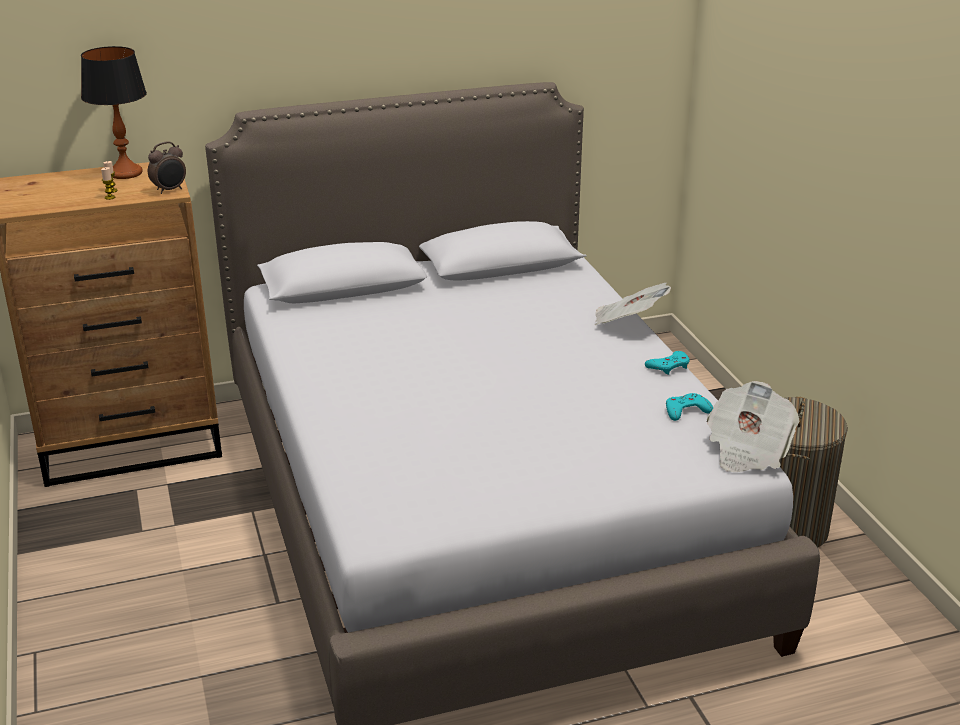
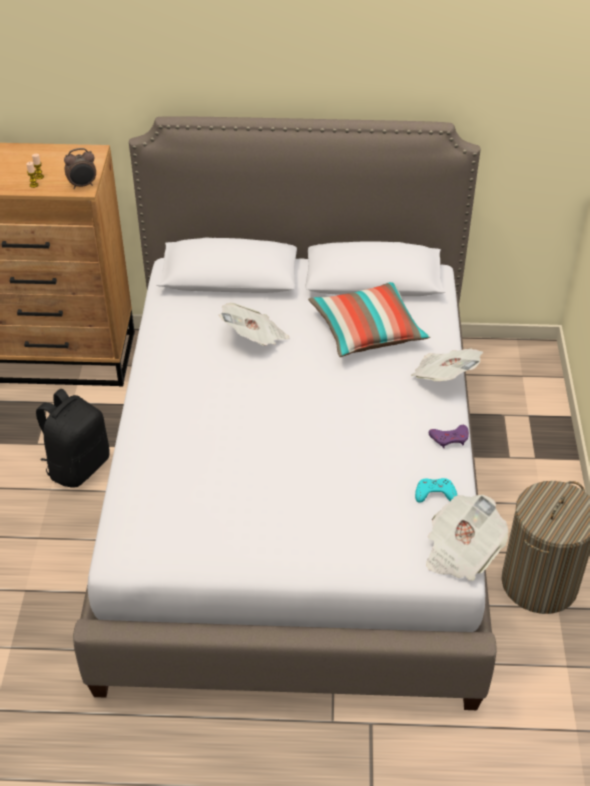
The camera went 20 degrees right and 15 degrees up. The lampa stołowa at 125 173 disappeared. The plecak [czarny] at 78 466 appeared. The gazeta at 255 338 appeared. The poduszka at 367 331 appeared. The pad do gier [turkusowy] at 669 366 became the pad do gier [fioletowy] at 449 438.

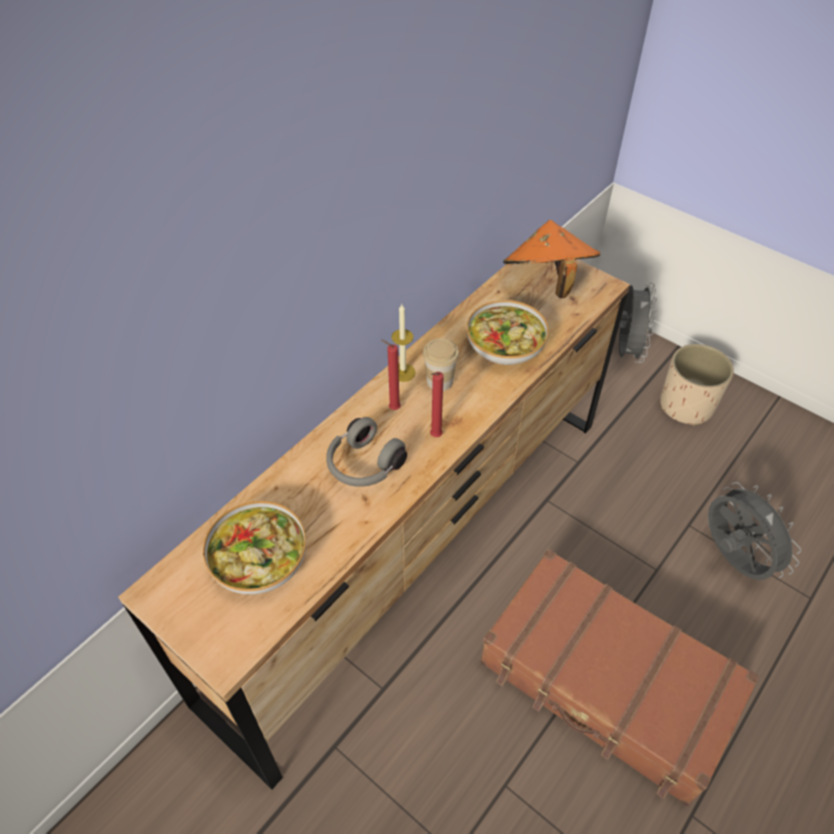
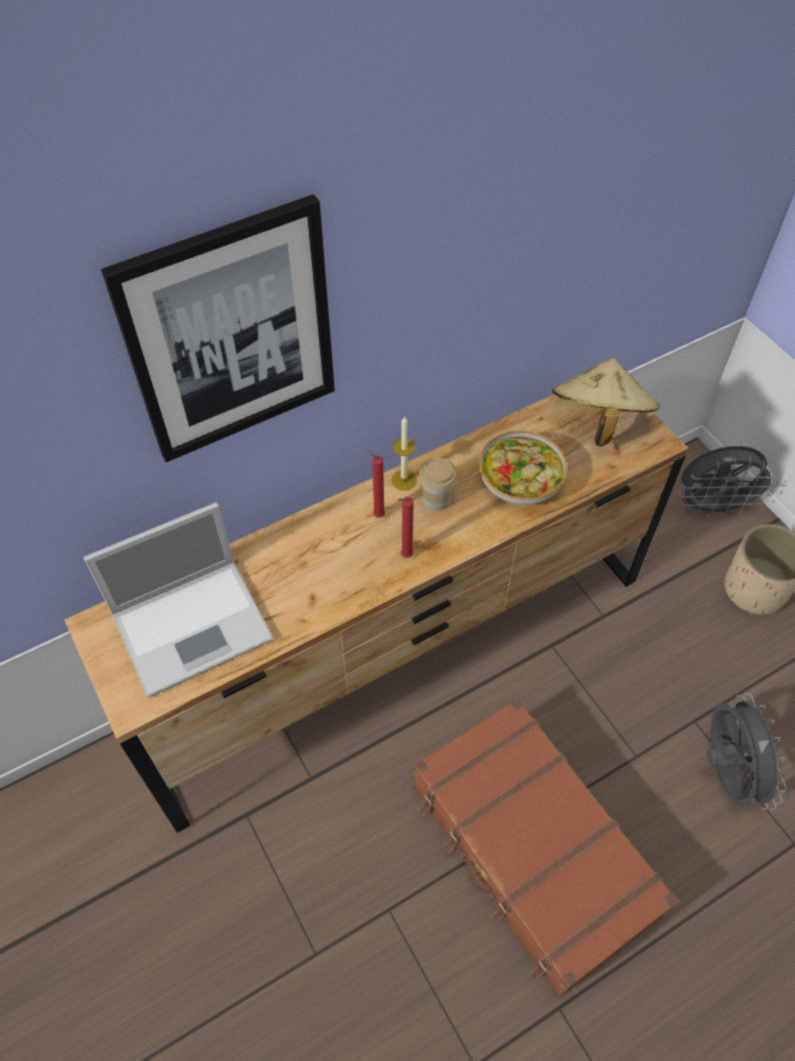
The camera went 20 degrees right and 5 degrees up. The słuchawki [szary] at 363 465 disappeared. The obraz at 231 334 appeared. The miska at 259 559 was replaced by the laptop at 194 624. The kapelusz [pomarańczowy] at 547 281 became the kapelusz [beżowy] at 598 421. The wentylator [szary] at 625 350 turned 60 degrees clockwise.

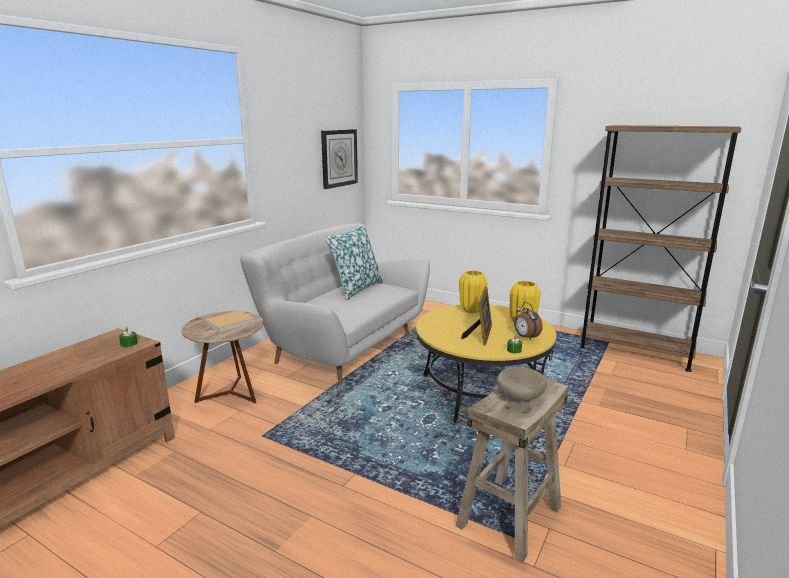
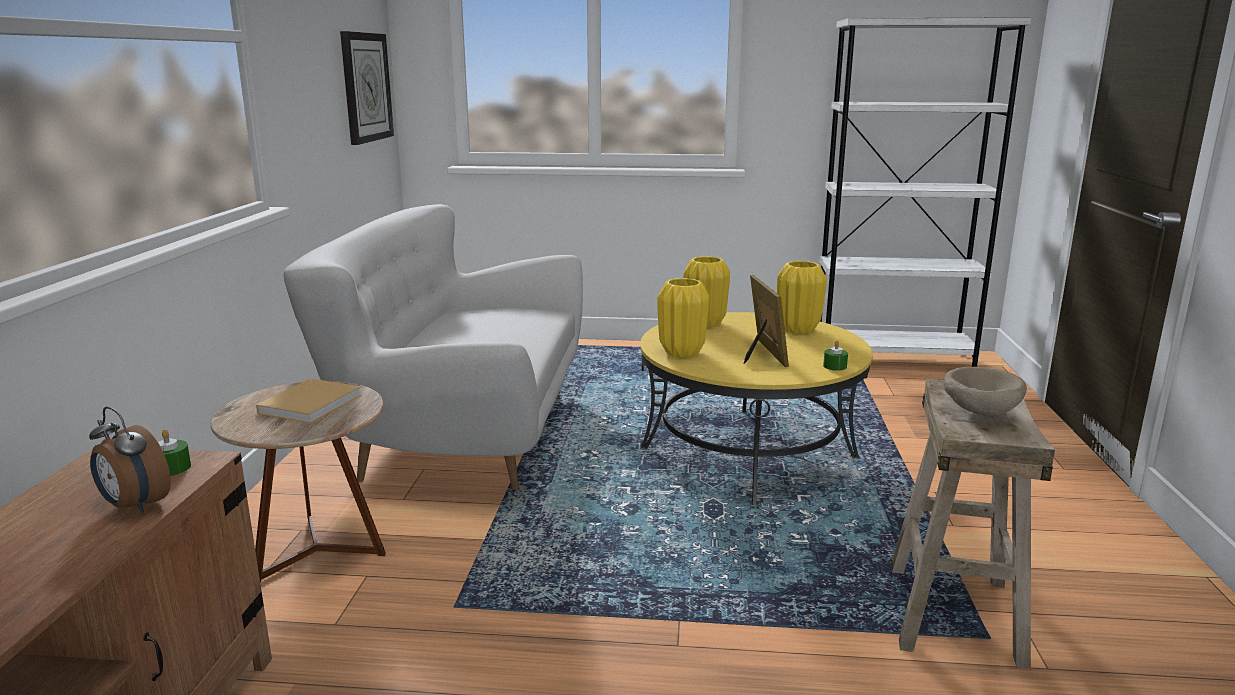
The camera went 25 degrees left and 0 degrees up. The poduszka at 356 289 disappeared. The wazon [żółty] at 682 353 appeared. The budzik moved from 525 337 to 134 506. The regał [brązowy] at 635 351 became the regał [biały] at 892 360.

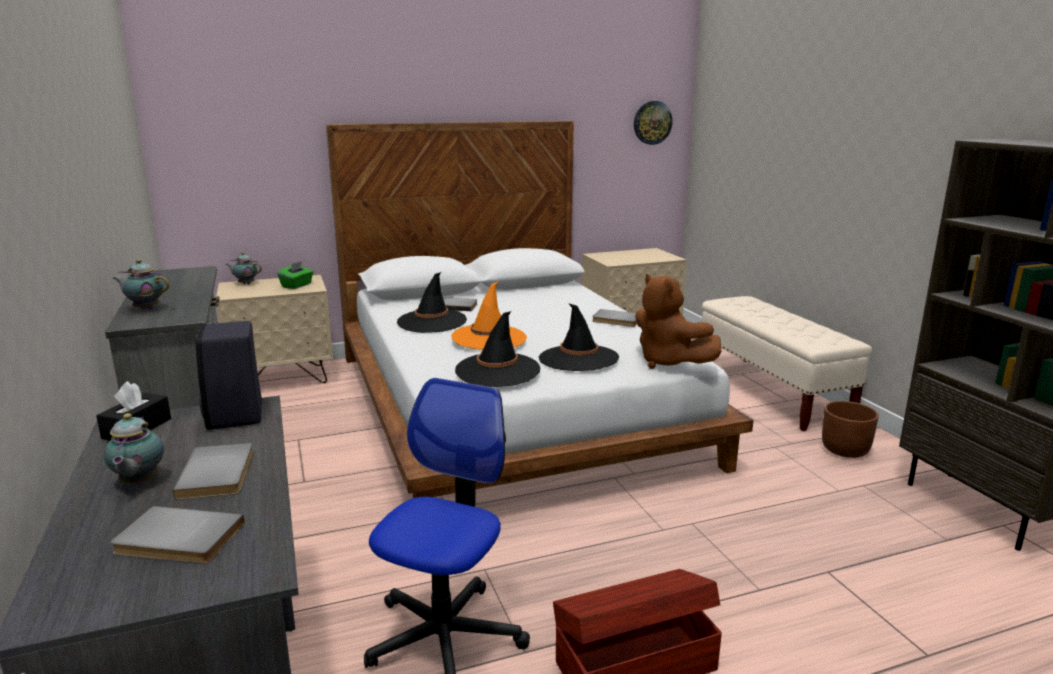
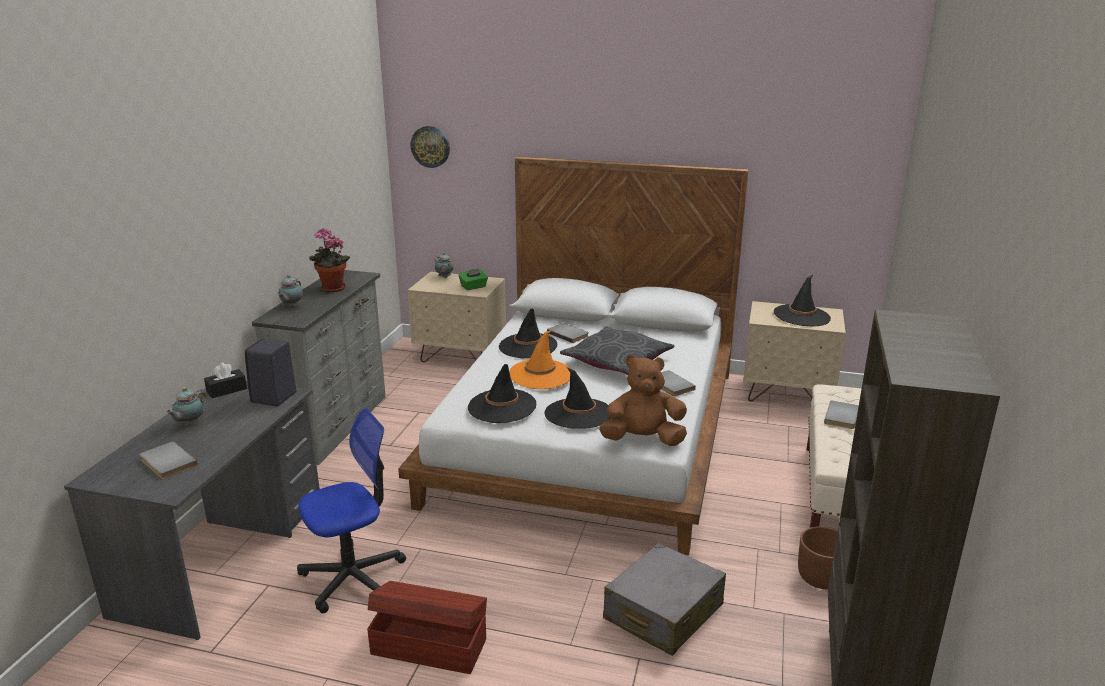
The camera went 35 degrees right and 5 degrees up. The roślina doniczkowa at 331 289 appeared. The poduszka [szary] at 617 361 appeared. The walizka [szary] at 663 613 appeared. The kapelusz [czarny] at 801 316 appeared. The książka [szary] moved from 220 474 to 843 417. The zegar ścienny moved from 652 122 to 430 146. The imbryk at 145 308 turned 120 degrees counterclockwise. The pluszak [brązowy] at 668 362 turned 90 degrees clockwise.

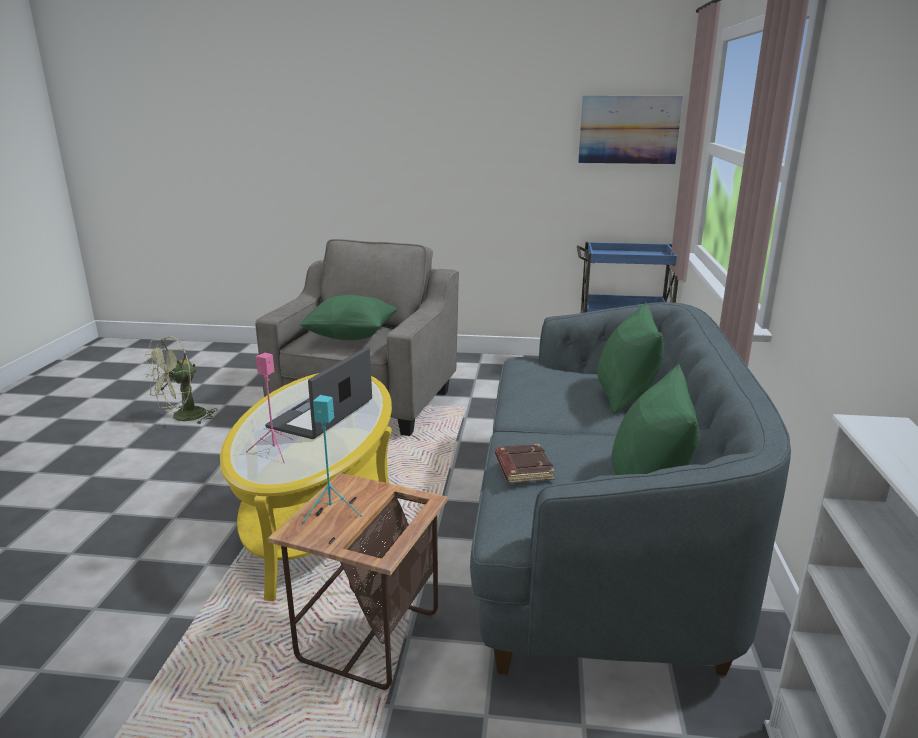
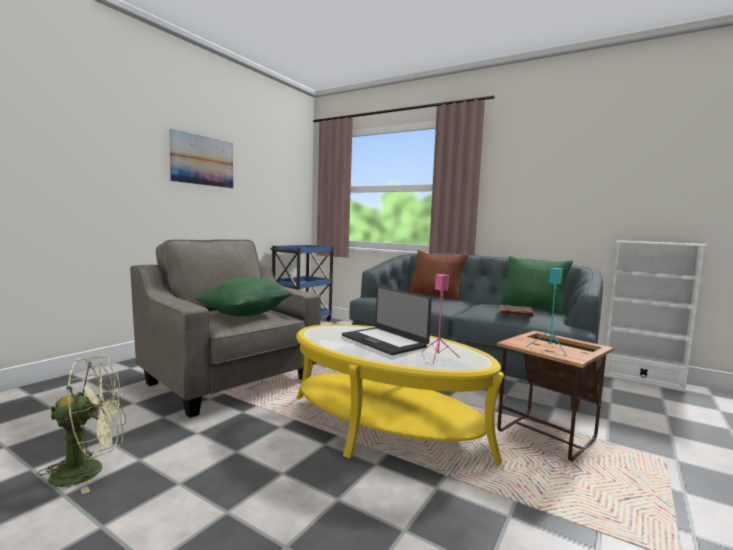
The camera went 65 degrees left and 15 degrees down. The obraz moved from 629 130 to 203 160. The poduszka [zielony] at 625 395 became the poduszka [brązowy] at 436 295. The wentylator [zielony] at 183 418 turned 90 degrees counterclockwise.

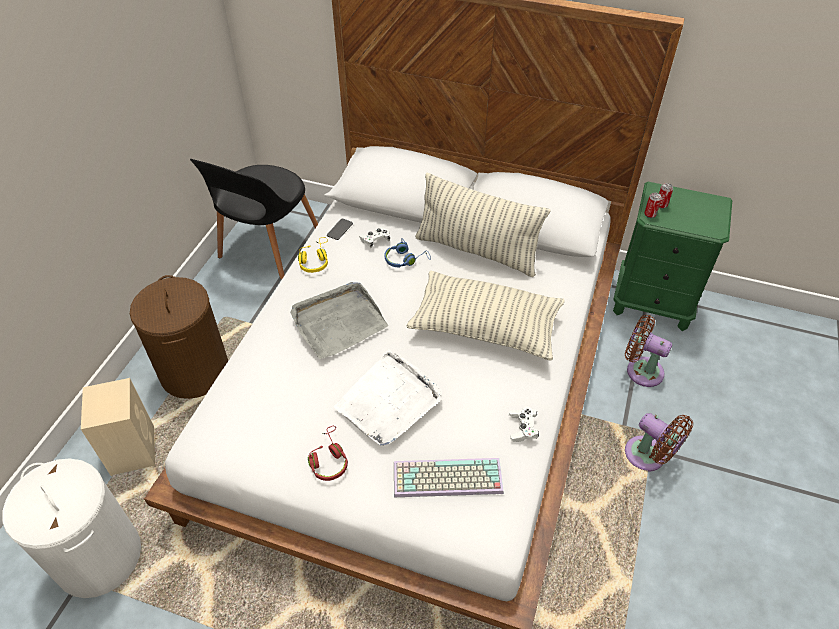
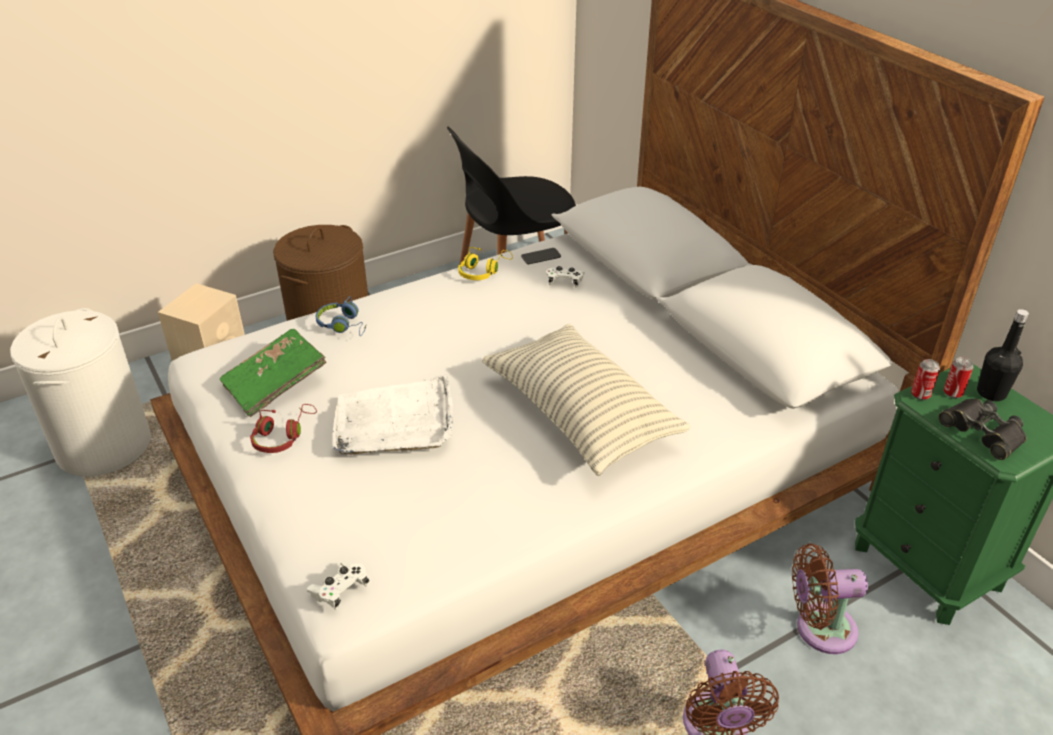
The camera went 40 degrees right and 10 degrees down. The taca [szary] at 338 322 disappeared. The klawiatura at 446 480 disappeared. The poduszka at 477 251 disappeared. The książka [zielony] at 275 384 appeared. The lornetka [czarny] at 983 432 appeared. The butelka [czarny] at 991 393 appeared. The słuchawki [niebieski] moved from 405 259 to 343 325. The pad do gier [biały] moved from 522 428 to 340 590. The wentylator [brązowy] at 641 370 turned 75 degrees counterclockwise.

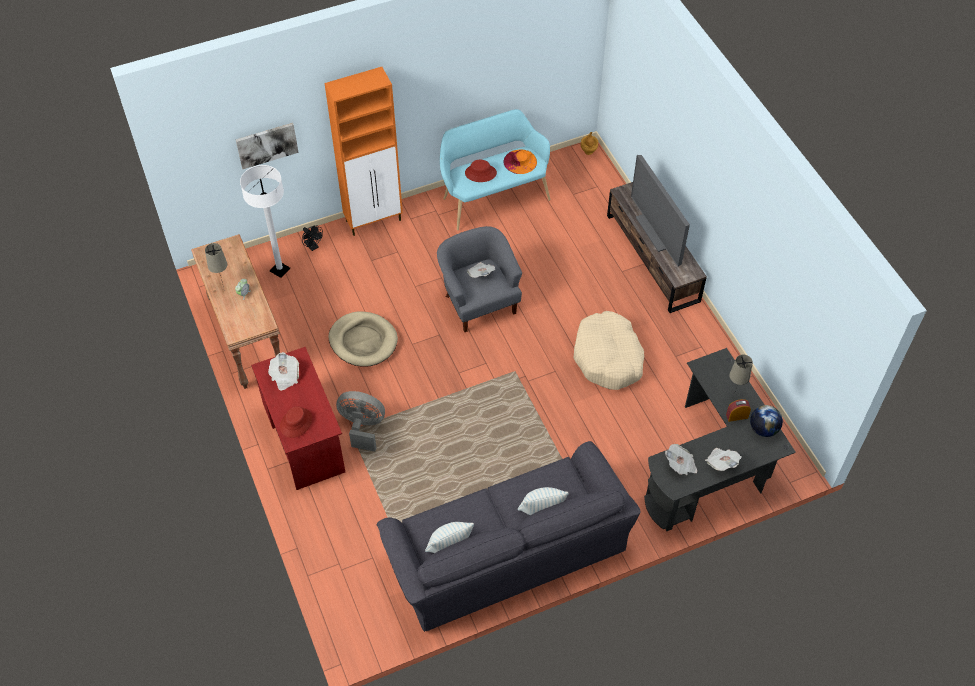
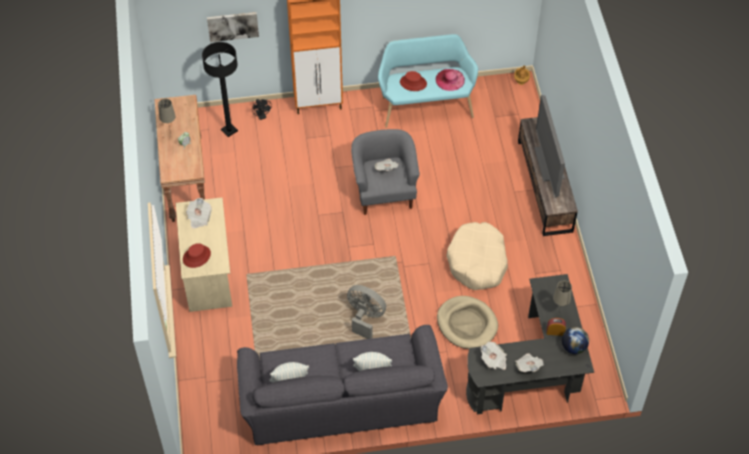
The camera went 15 degrees right and 0 degrees up. The legowisko [beżowy] moved from 363 341 to 467 324. The wentylator [szary] moved from 362 427 to 365 317. The lampa stojąca [biały] at 280 270 became the lampa stojąca [czarny] at 229 130. The biurko [czerwony] at 303 437 became the biurko [beżowy] at 207 271. The kapelusz [pomarańczowy] at 520 161 became the kapelusz [różowy] at 450 79.

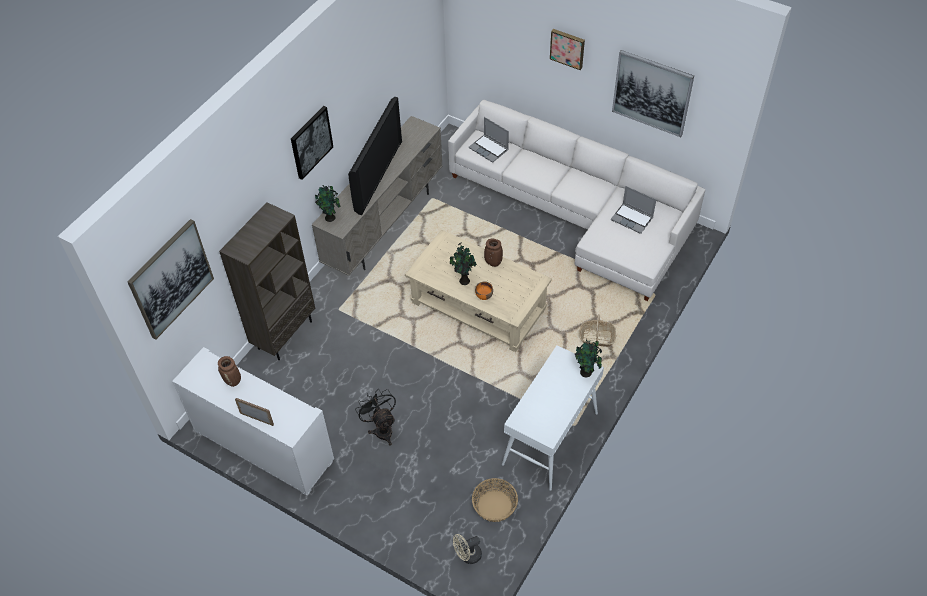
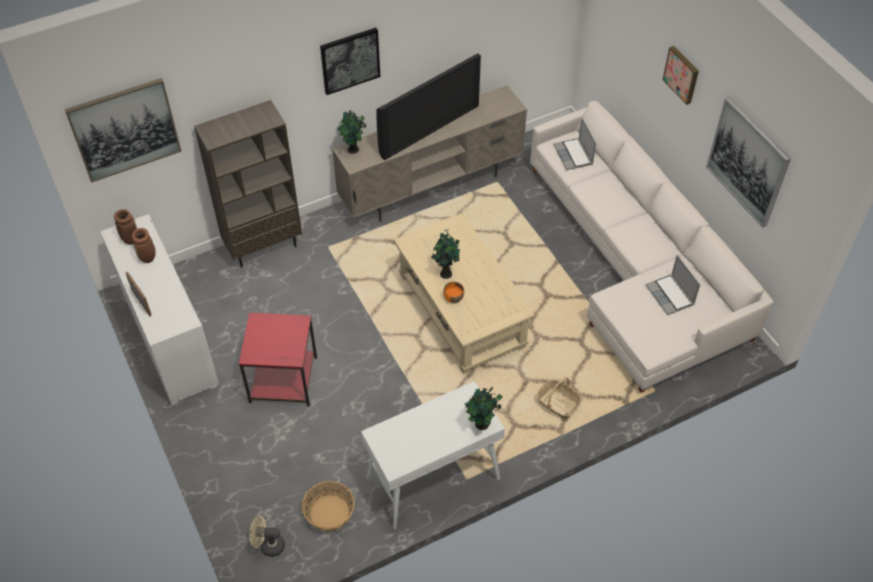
The camera went 30 degrees right and 0 degrees up. The wazon [brązowy] moved from 492 263 to 130 239. The wentylator [czarny] at 381 429 was replaced by the stolik [czerwony] at 282 380.

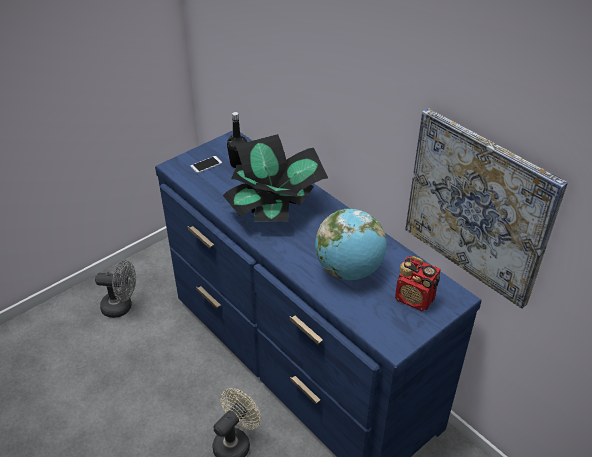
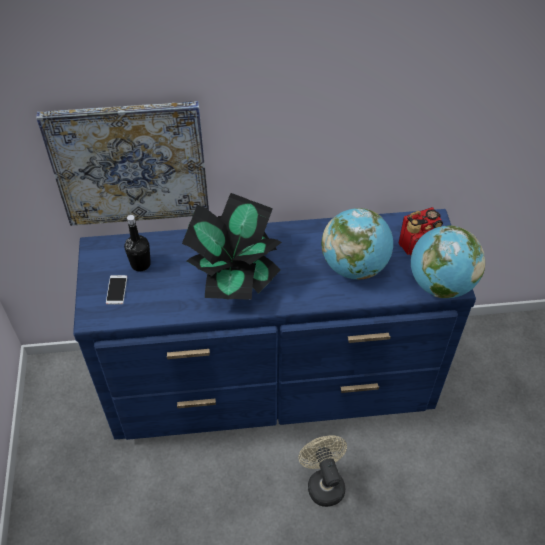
The camera went 55 degrees left and 10 degrees up. The wentylator [szary] at 122 307 disappeared. The globus at 440 284 appeared. The obraz moved from 478 207 to 130 164.

